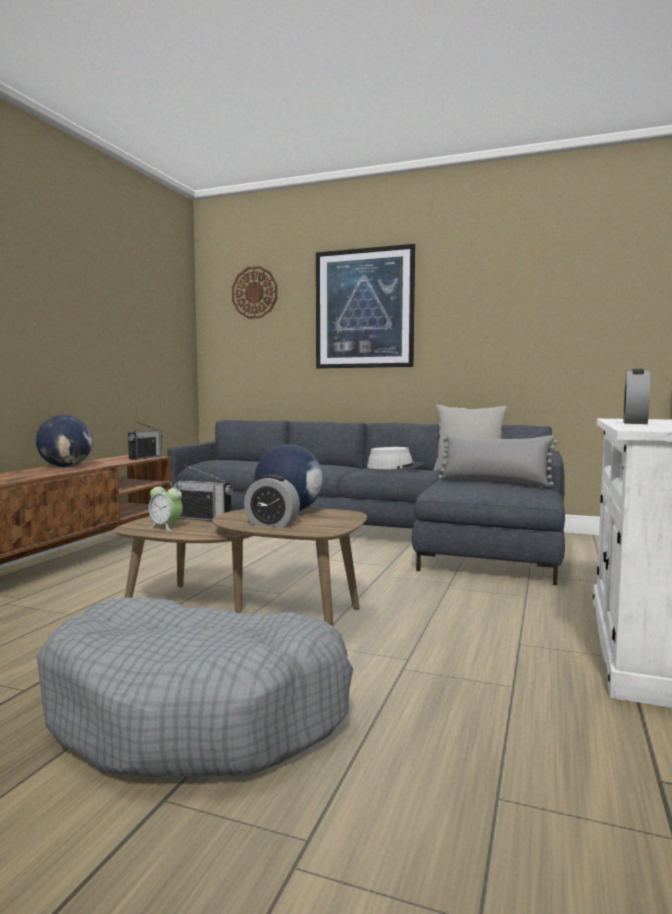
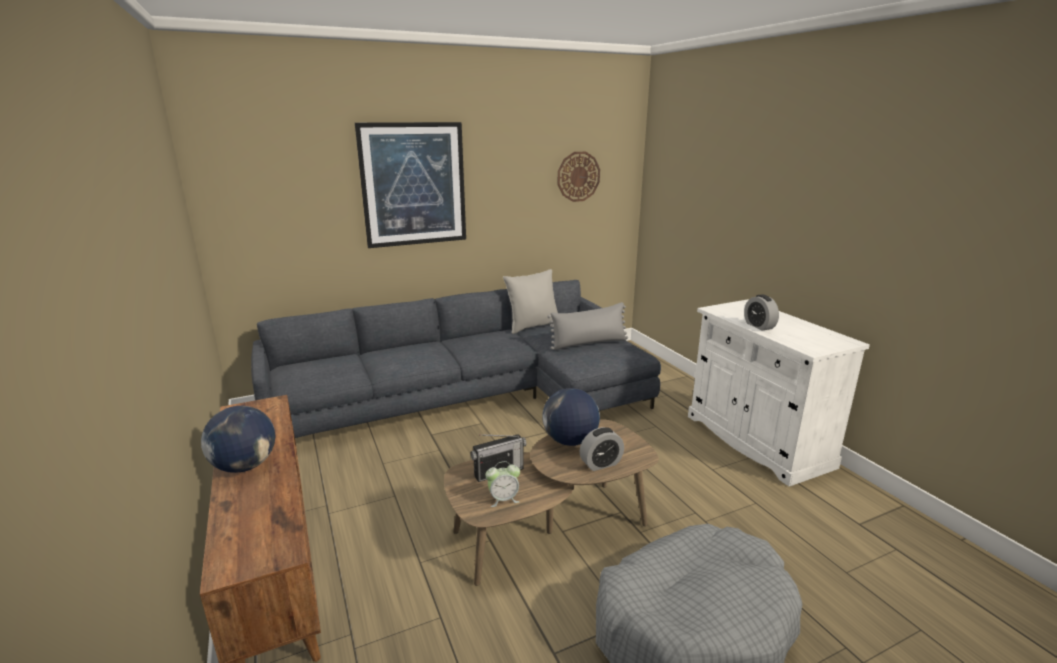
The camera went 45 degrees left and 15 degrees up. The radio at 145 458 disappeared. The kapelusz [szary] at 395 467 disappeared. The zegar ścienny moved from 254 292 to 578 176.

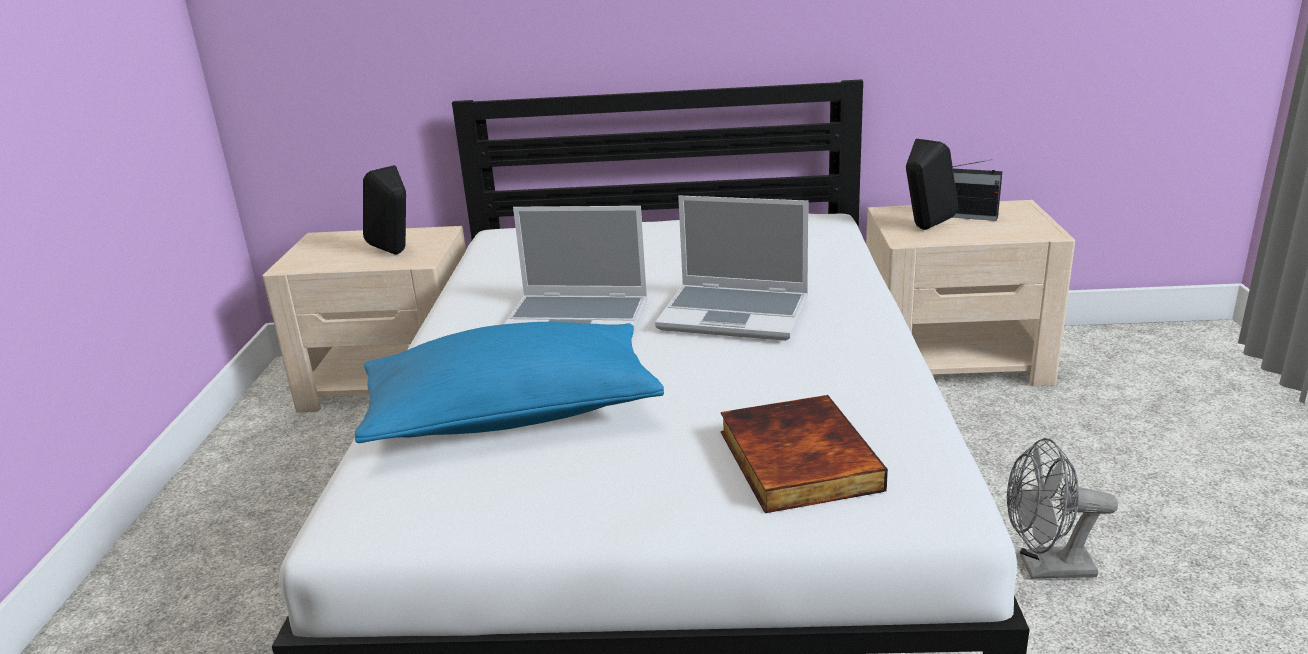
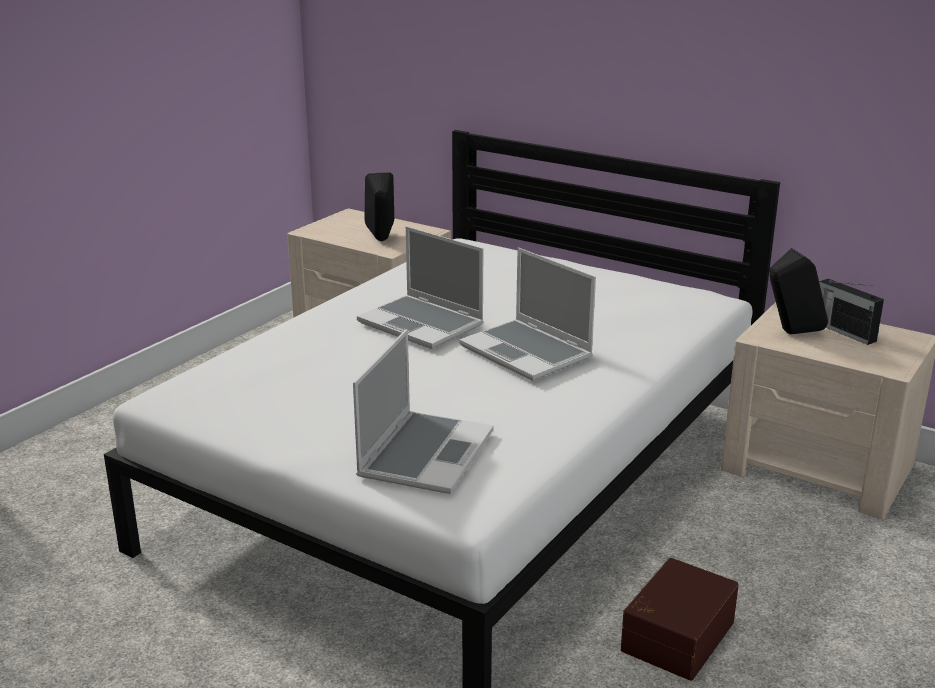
The camera went 30 degrees right and 0 degrees up. The poduszka [niebieski] at 512 415 disappeared. The książka at 795 460 was replaced by the laptop at 425 453. The wentylator [szary] at 1045 568 was replaced by the pojemnik do przechowywania [brązowy] at 675 635.

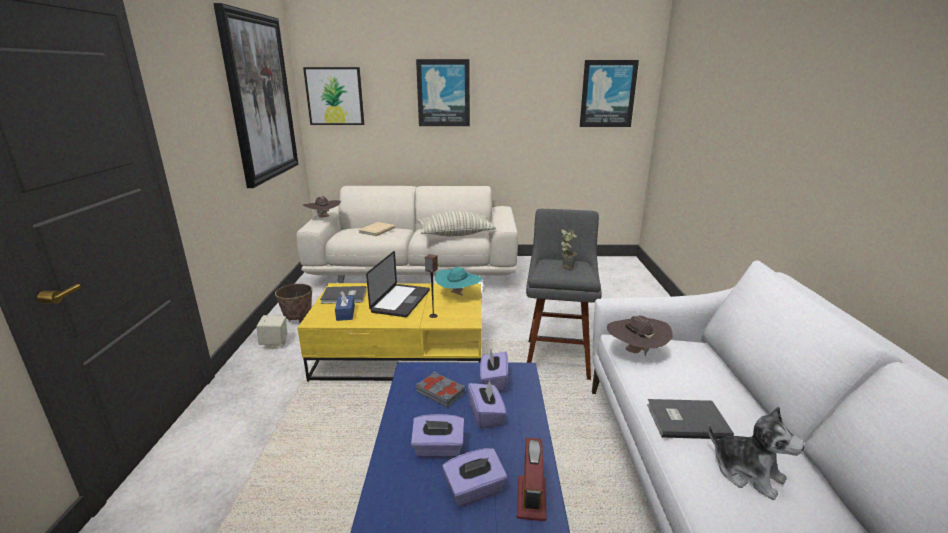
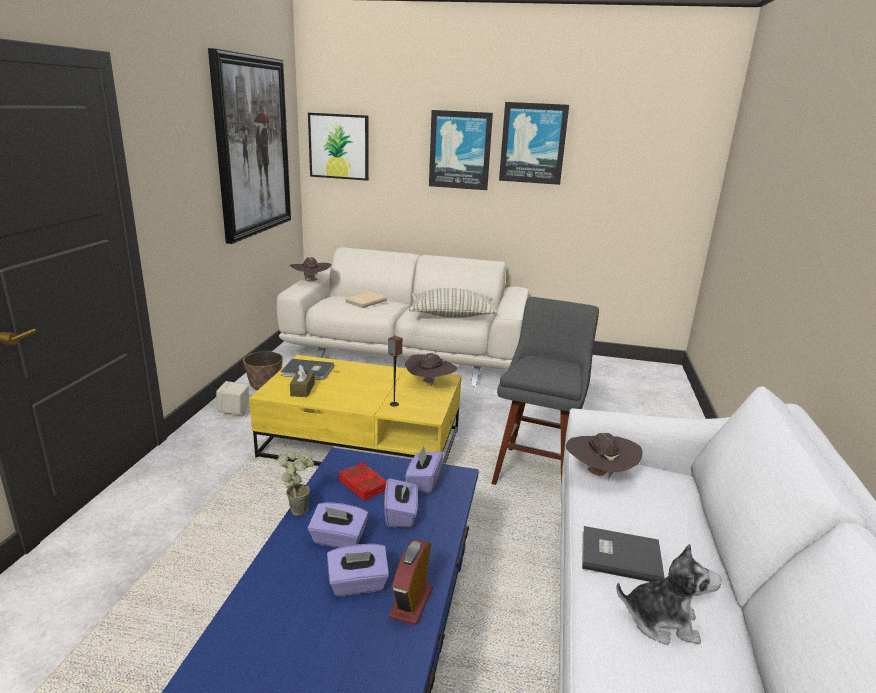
The camera went 10 degrees right and 0 degrees up. The laptop at 401 301 disappeared. The roślina doniczkowa moved from 566 266 to 300 507. The obraz moved from 607 94 to 533 143. The pudełko chusteczek [niebieski] at 345 313 became the pudełko chusteczek [brązowy] at 302 389. The książka [szary] at 441 392 became the książka [czerwony] at 363 485. The kapelusz [turkusowy] at 458 295 became the kapelusz [brązowy] at 430 385. The pluszak at 747 472 turned 45 degrees counterclockwise.

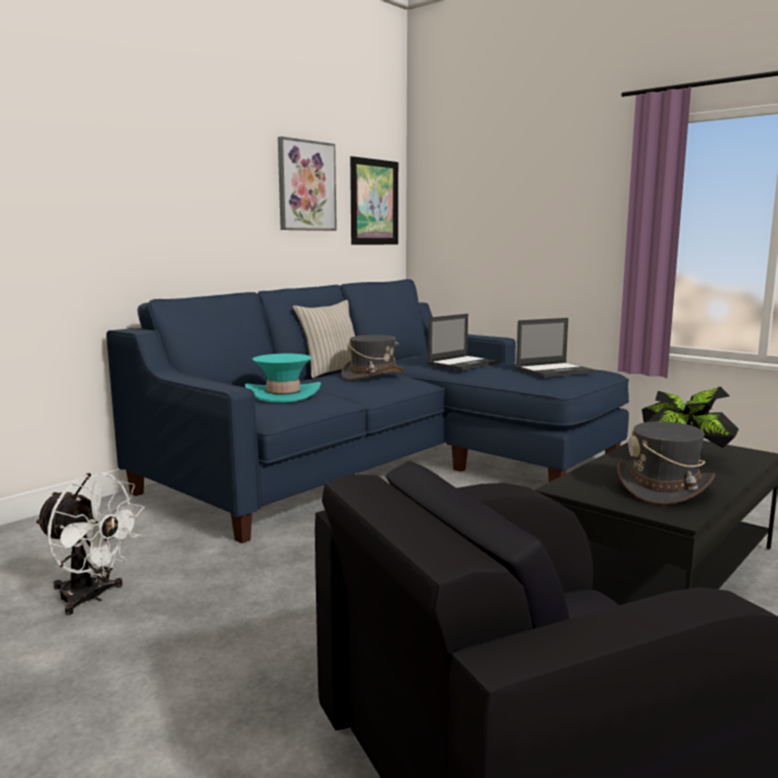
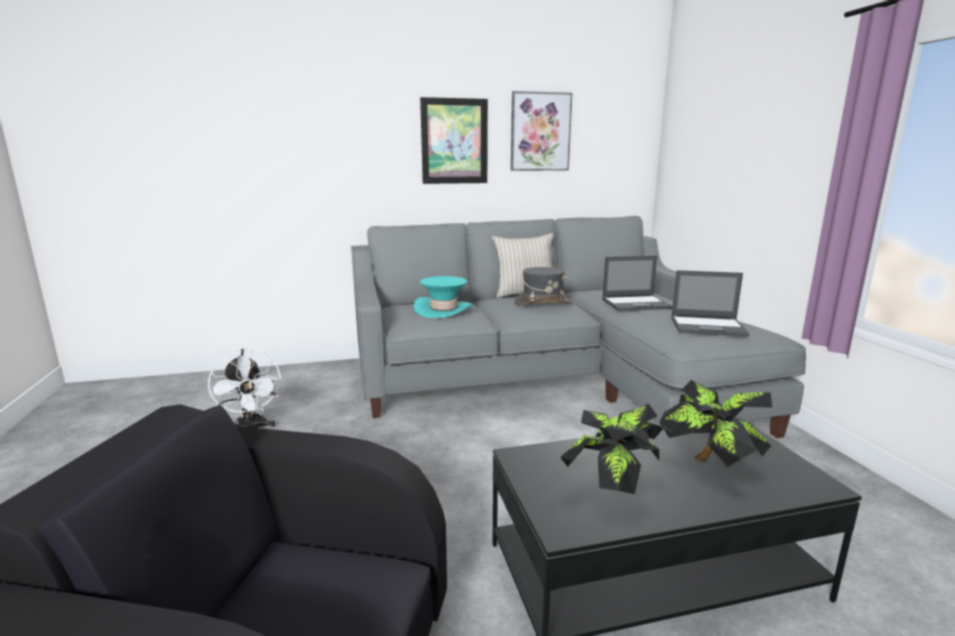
The camera went 35 degrees right and 5 degrees up. The obraz moved from 374 202 to 454 141. The kapelusz [szary] at 664 488 was replaced by the roślina doniczkowa at 614 490. The kanapa [niebieski] at 383 465 became the kanapa [szary] at 553 380.

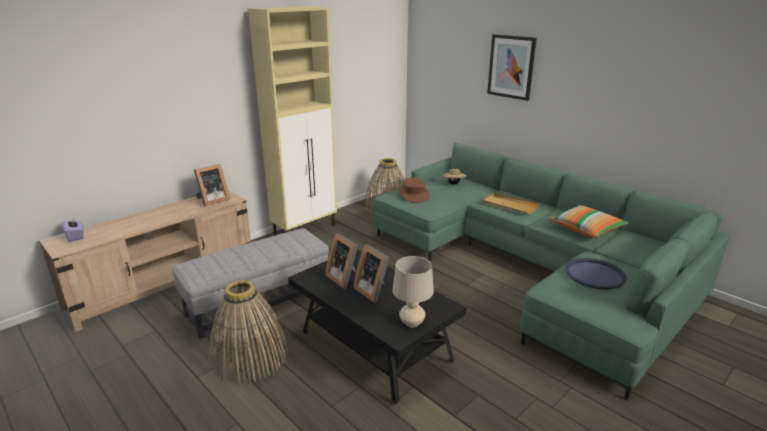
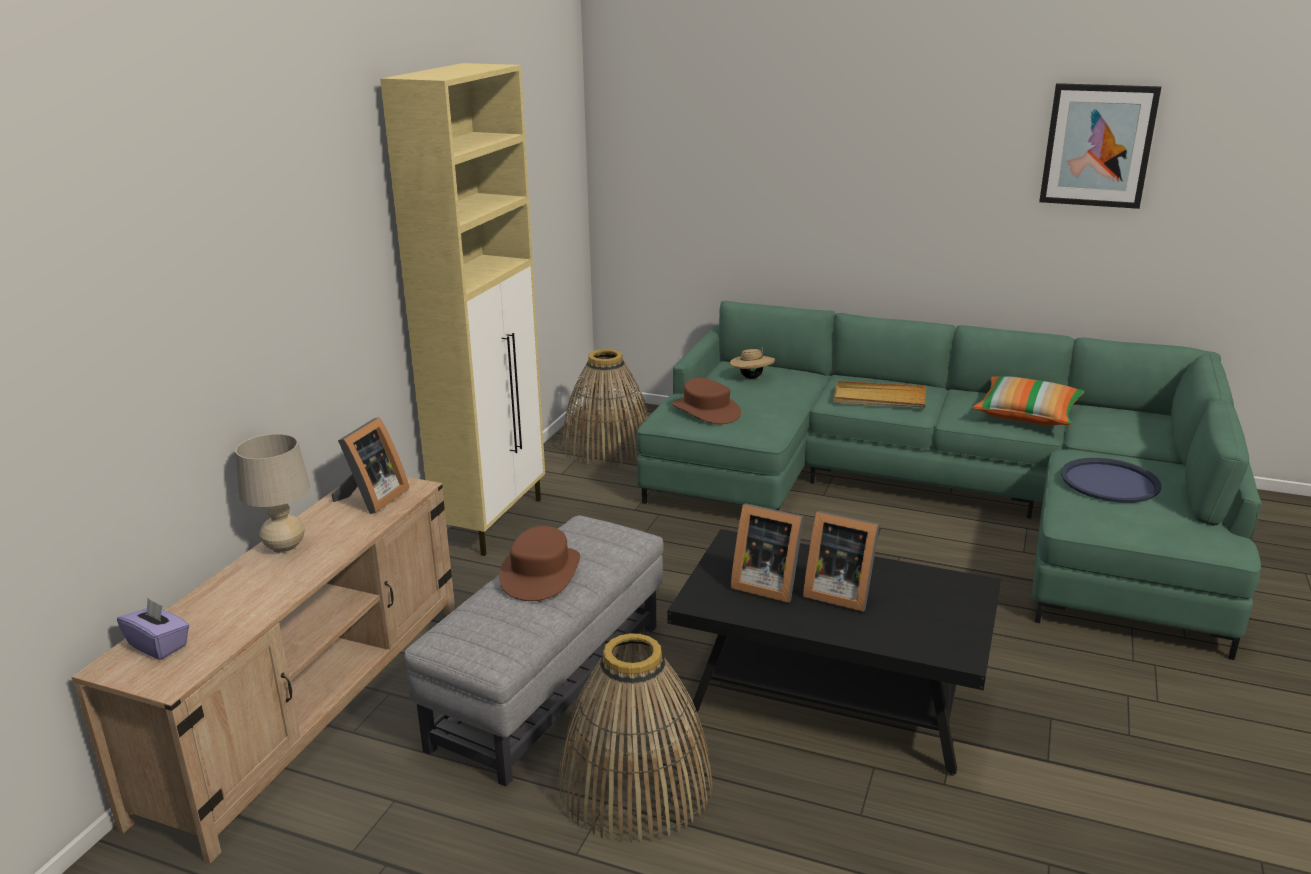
The camera went 25 degrees left and 0 degrees up. The kapelusz [brązowy] at 540 573 appeared. The lampa stołowa [beżowy] moved from 412 323 to 285 547. The obraz moved from 511 67 to 1098 145.

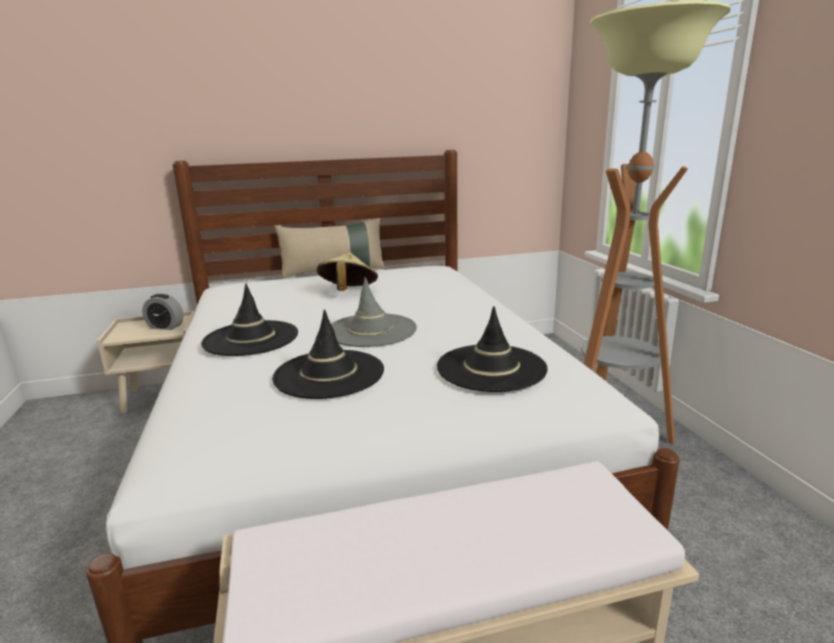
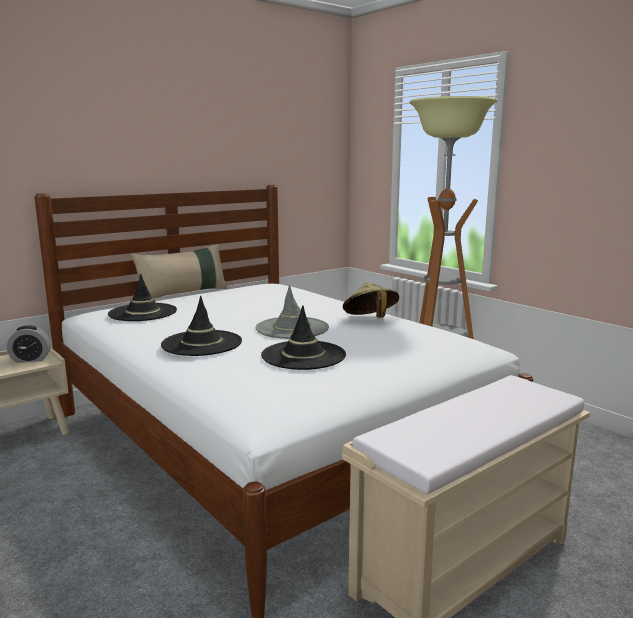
The camera went 25 degrees left and 5 degrees down. The kapelusz [beżowy] moved from 348 292 to 370 319. The kapelusz [czarny] moved from 491 368 to 143 312.

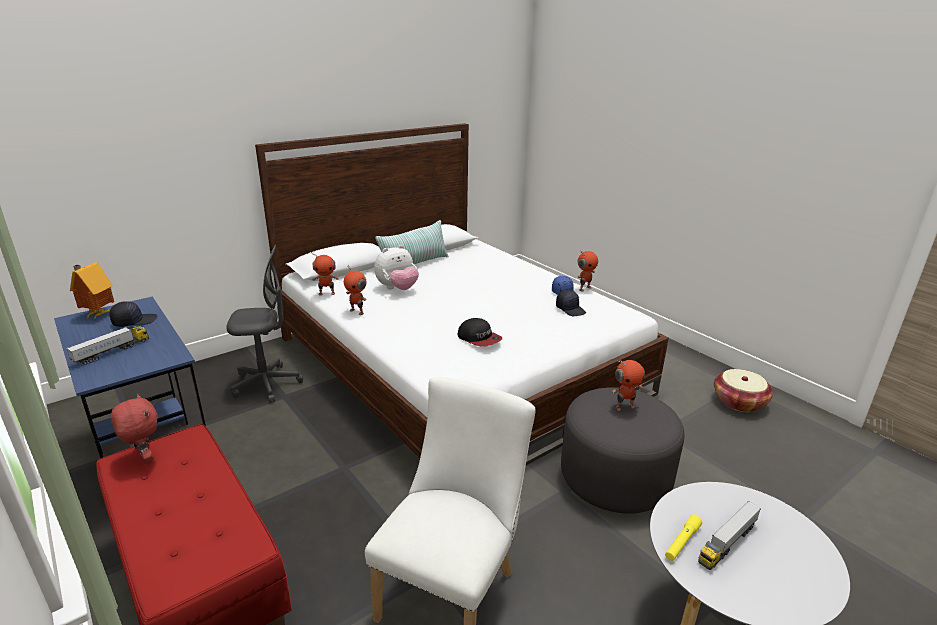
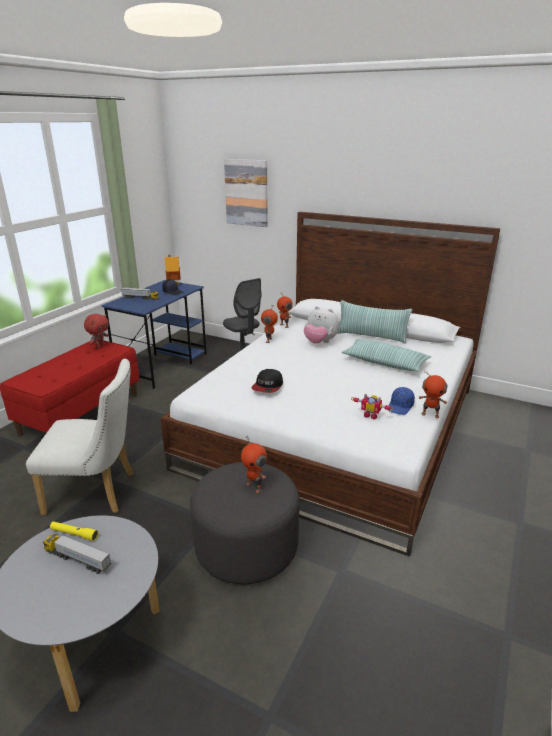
The camera went 65 degrees right and 0 degrees up. The koszyk at 739 402 disappeared. The obraz at 246 193 appeared. The poduszka at 384 363 appeared. The czapka z daszkiem [czarny] at 570 309 was replaced by the robot zabawkowy at 371 415.

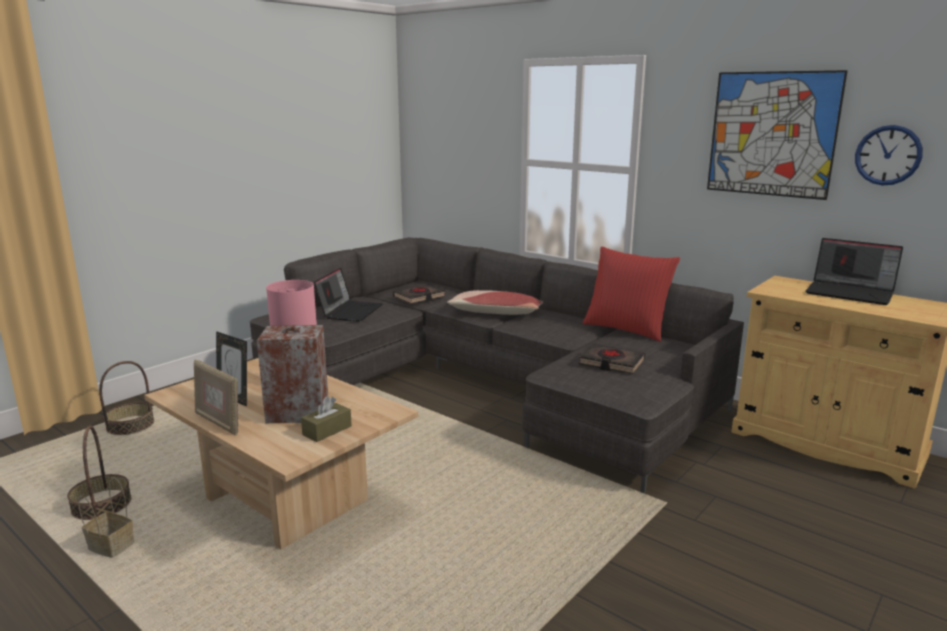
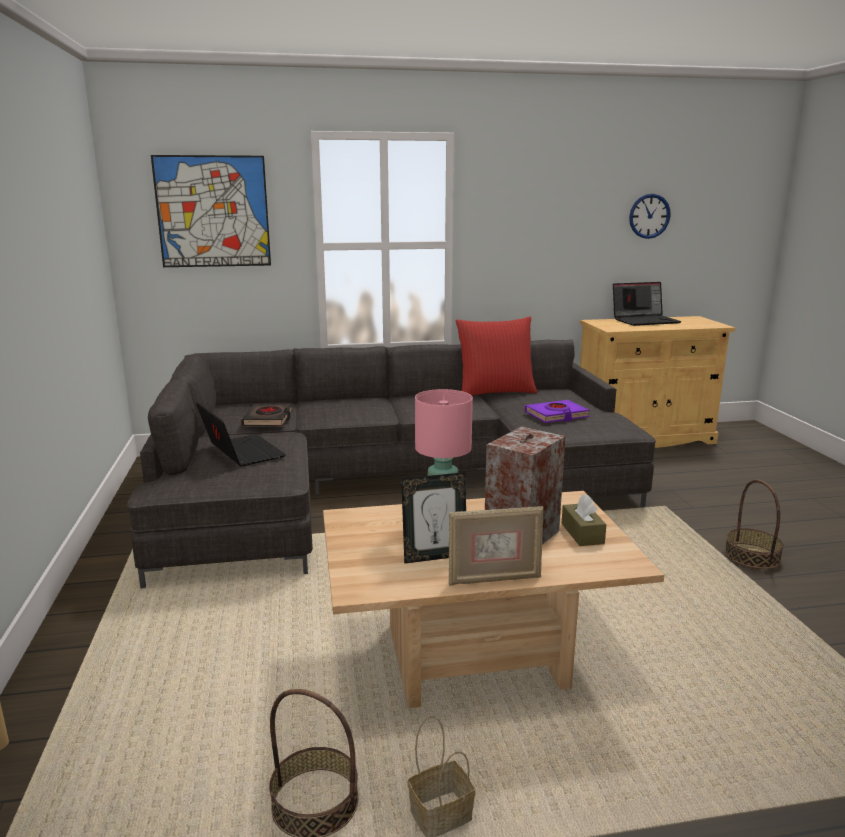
The camera went 50 degrees left and 0 degrees up. The poduszka at 495 313 disappeared. The koszyk moved from 130 425 to 752 556. The obraz moved from 772 134 to 213 212. The książka [czarny] at 611 363 became the książka [fioletowy] at 556 415.

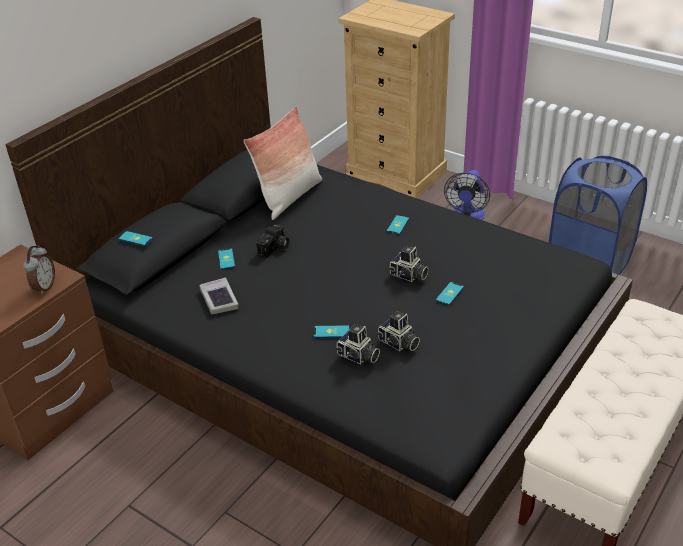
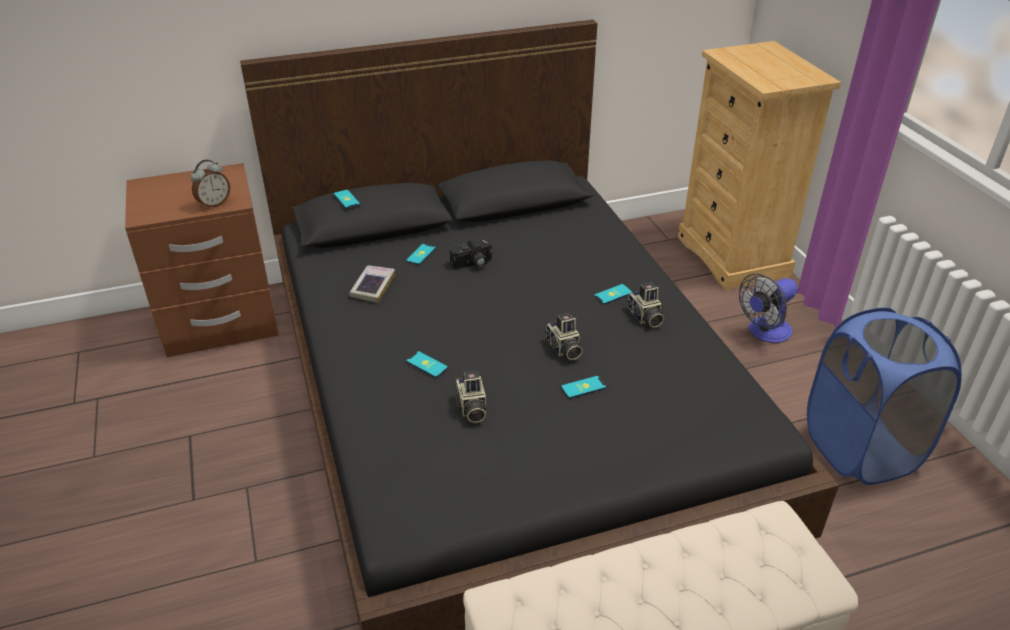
The camera went 35 degrees right and 0 degrees up. The poduszka at 289 197 disappeared. The aparat fotograficzny moved from 358 356 to 644 317.

